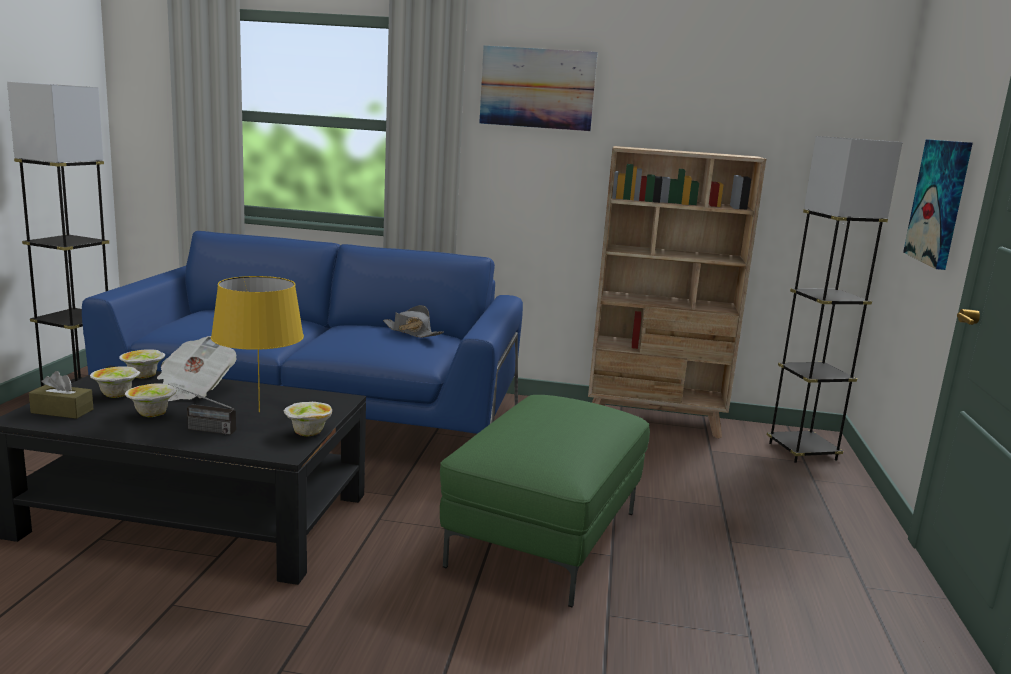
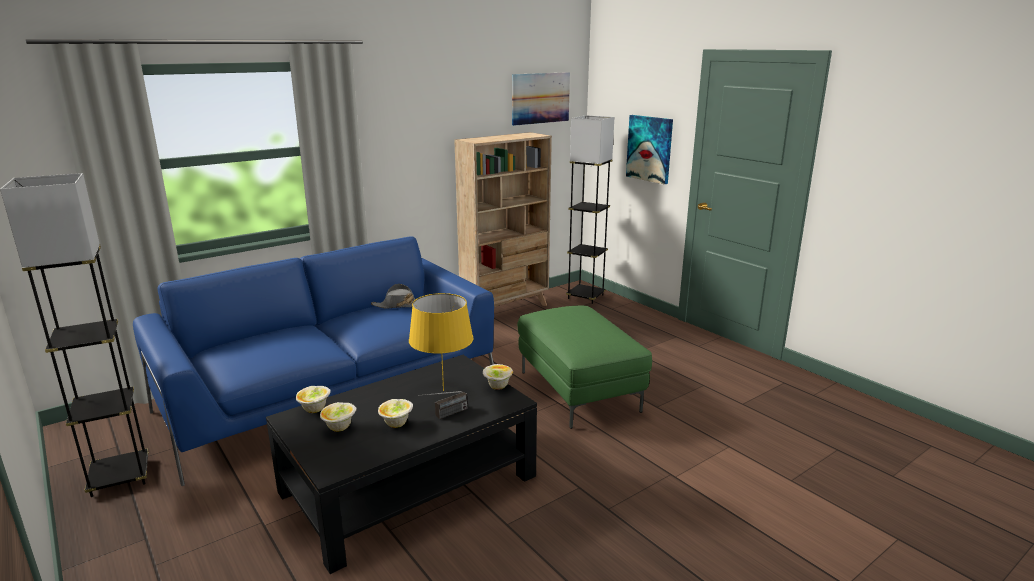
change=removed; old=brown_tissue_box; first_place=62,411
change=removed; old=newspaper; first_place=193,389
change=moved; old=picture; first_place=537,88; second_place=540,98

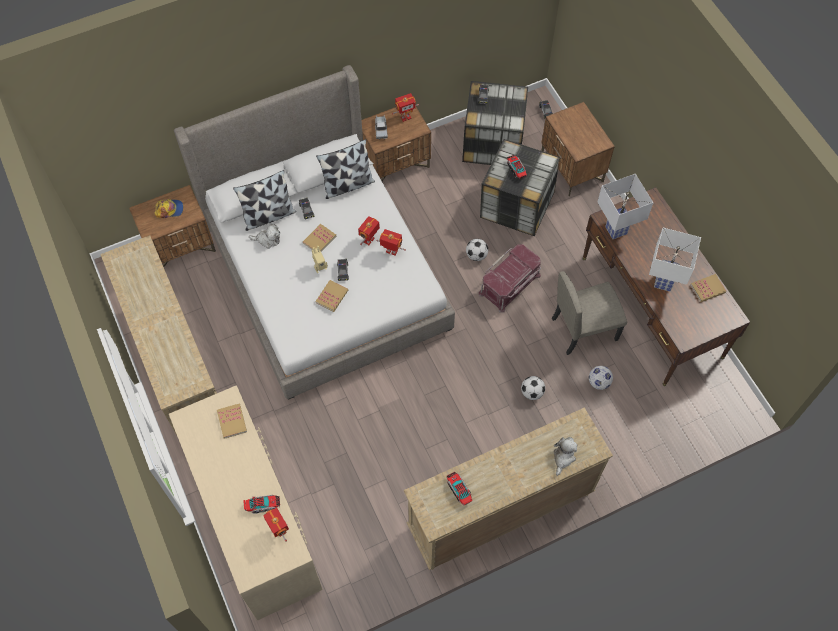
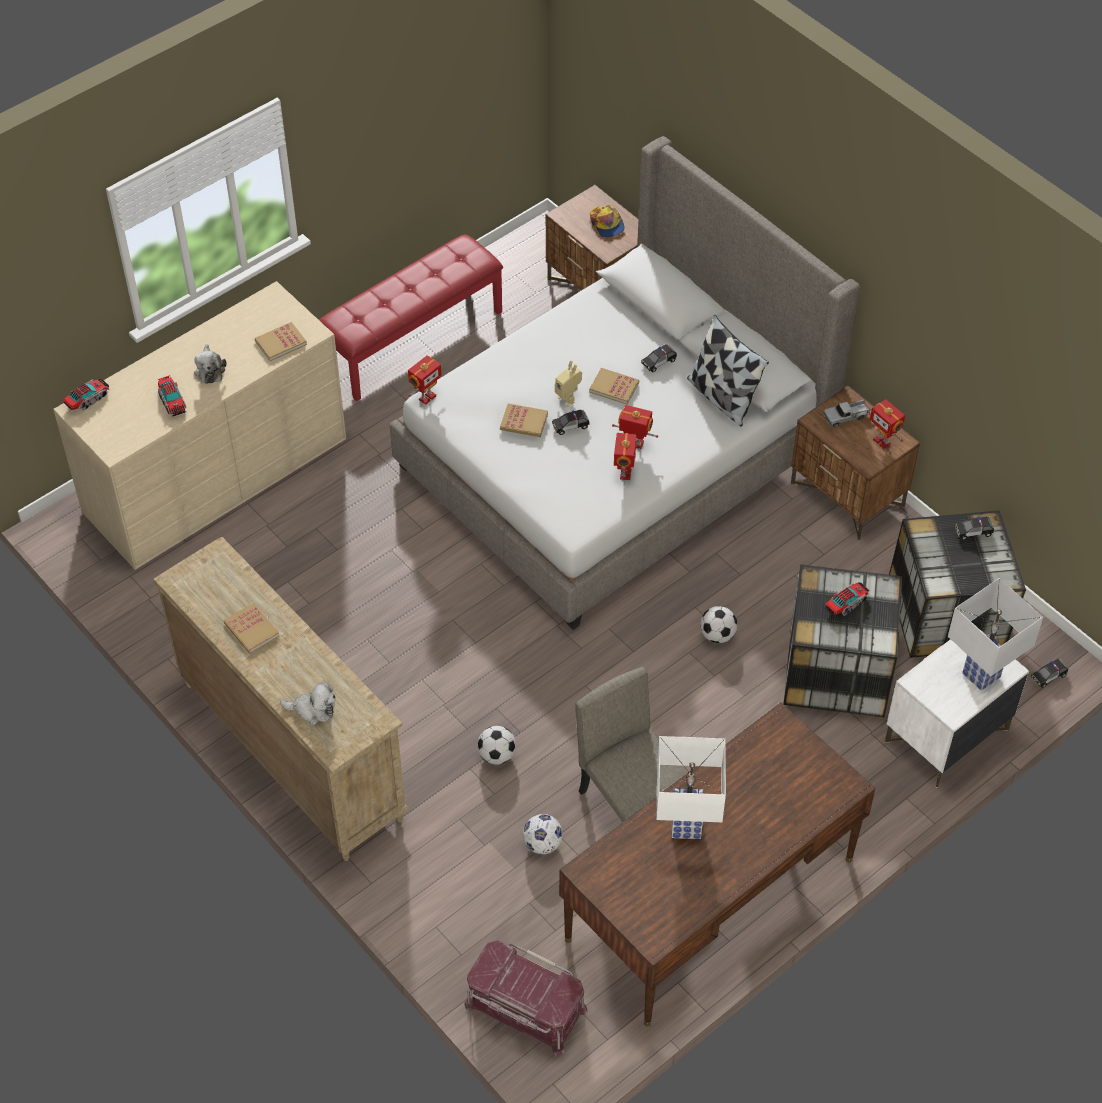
change=replaced; old=beige_dresser; new=red_bench; first_place=179,367; second_place=413,339
change=removed; old=pillow; first_place=268,216
change=moved; old=plush_toy; first_place=267,240; second_place=209,369
change=moved; old=toy_robot; first_place=279,530; second_place=426,397
change=moved; old=toy_truck; first_place=459,490; second_place=88,399
change=moved; old=red_storage_box; first_place=510,285; second_place=524,1008
change=recoloured; old=brown_nightstand; new=white_nightstand; first_place=572,168; second_place=946,736
change=moved; old=white_table_lamp; first_place=616,230; second_place=982,675
change=moved; old=book; first_place=707,288; second_place=251,629

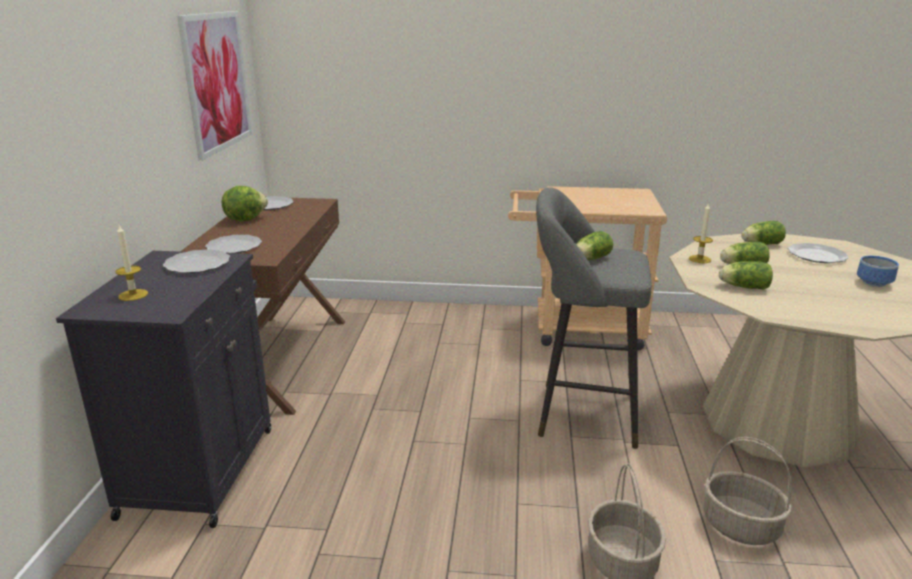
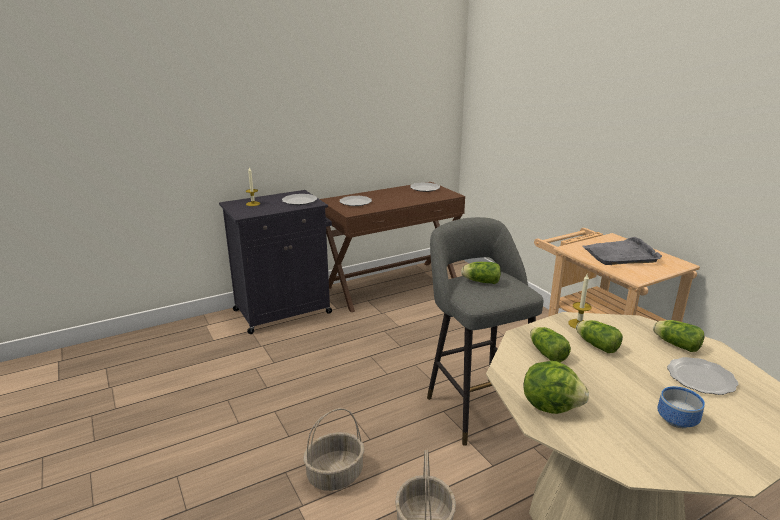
change=removed; old=picture; first_place=217,82
change=moved; old=lettuce; first_place=245,219; second_place=551,406
change=added; new=grey_tray; second_place=620,254

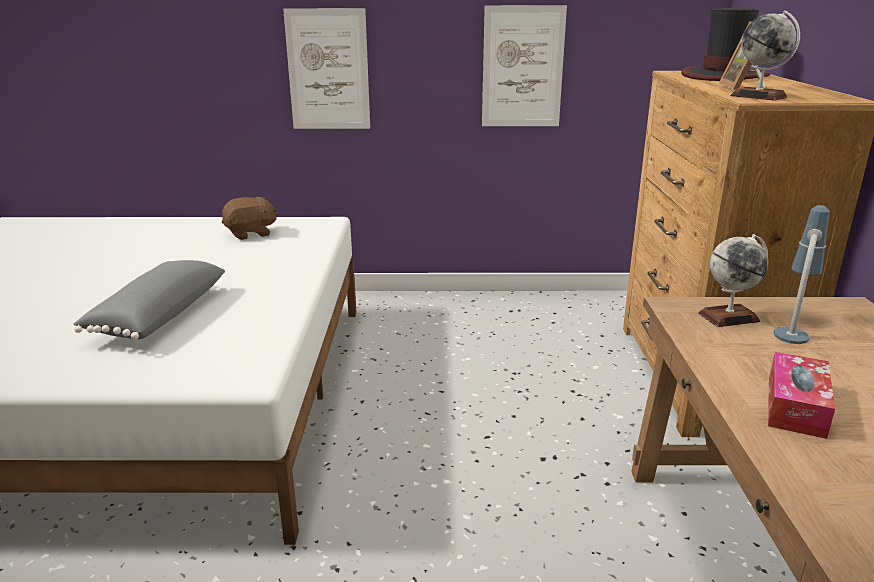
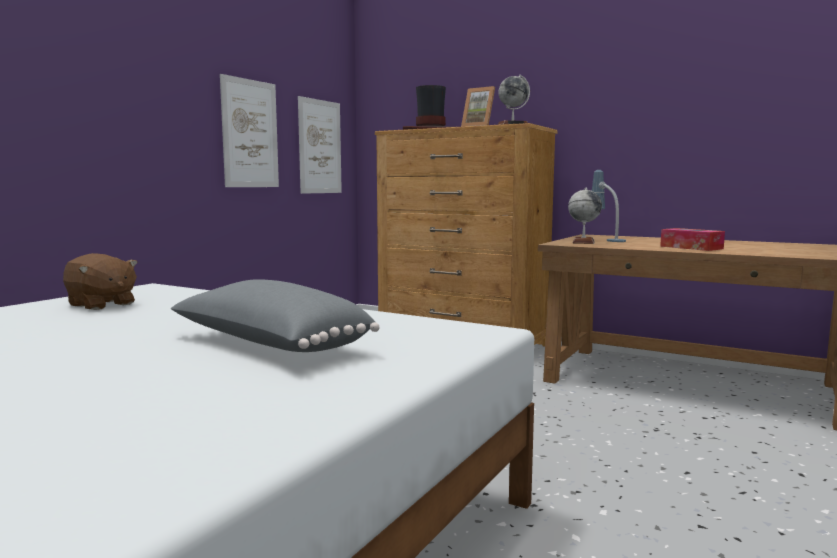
change=turned; old=brown_plush_toy; first_place=251,234; second_place=101,305; degrees=120
change=moved; old=picture; first_place=328,70; second_place=320,147

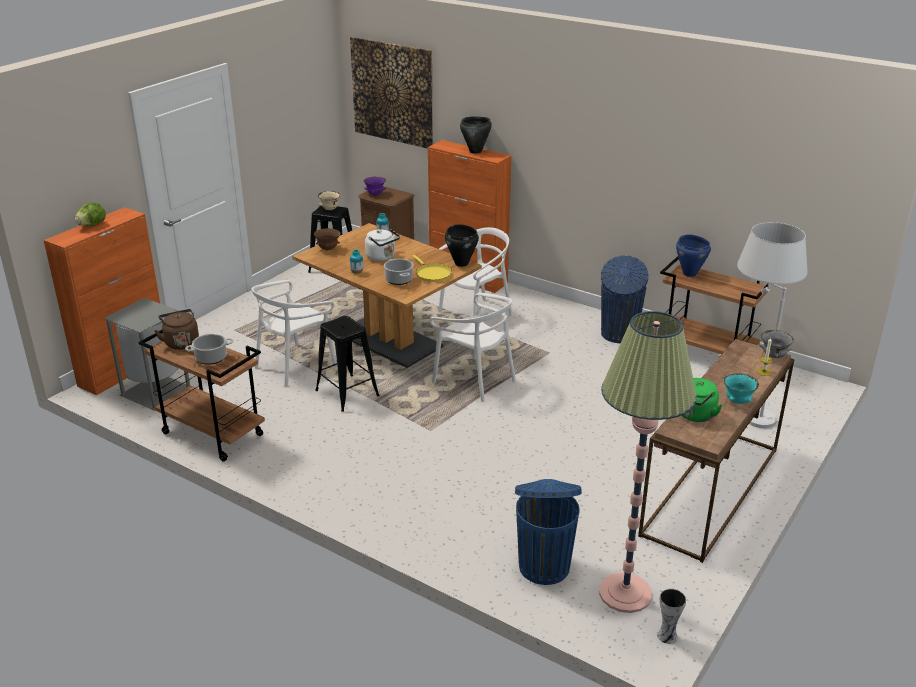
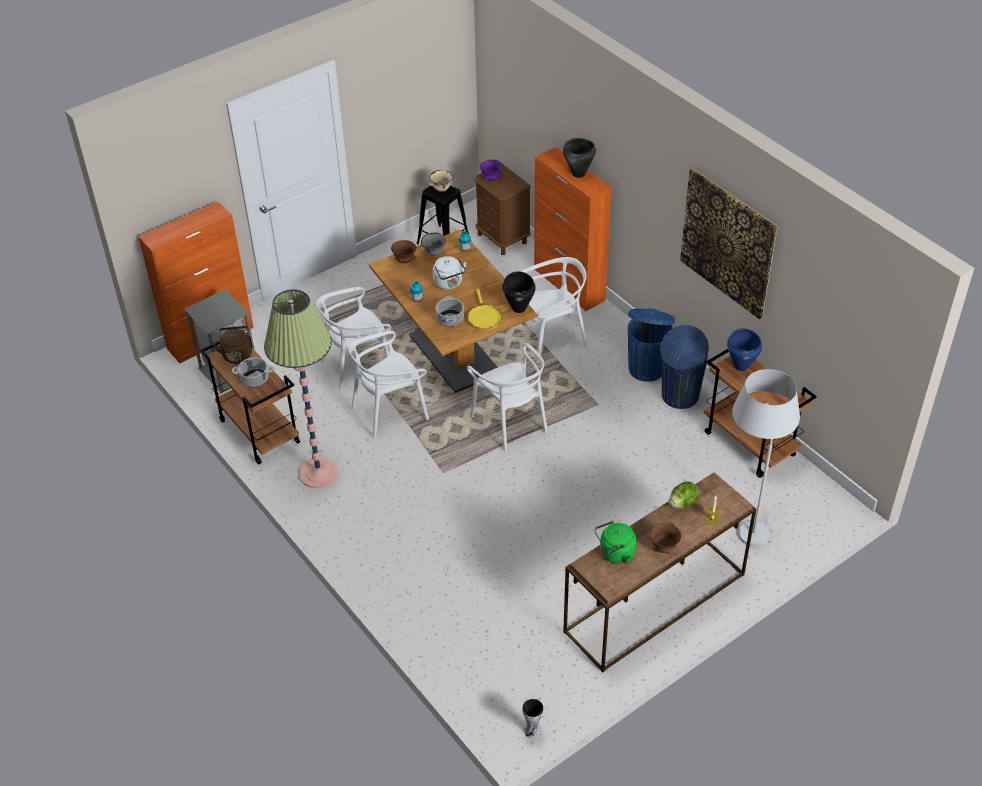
change=moved; old=lettuce; first_place=92,225; second_place=683,503
change=replaced; old=black_stool; new=white_chair; first_place=347,393; second_place=389,411
change=moved; old=picture; first_place=392,92; second_place=728,243
change=moved; old=blue_trash_can; first_place=544,565; second_place=647,367
change=moved; old=floor_lamp; first_place=625,593; second_place=318,473
change=recoloured; old=turquoise_bowl; new=brown_bowl; first_place=738,401; second_place=664,548
change=moved; old=grey_bowl; first_place=773,356; second_place=434,253

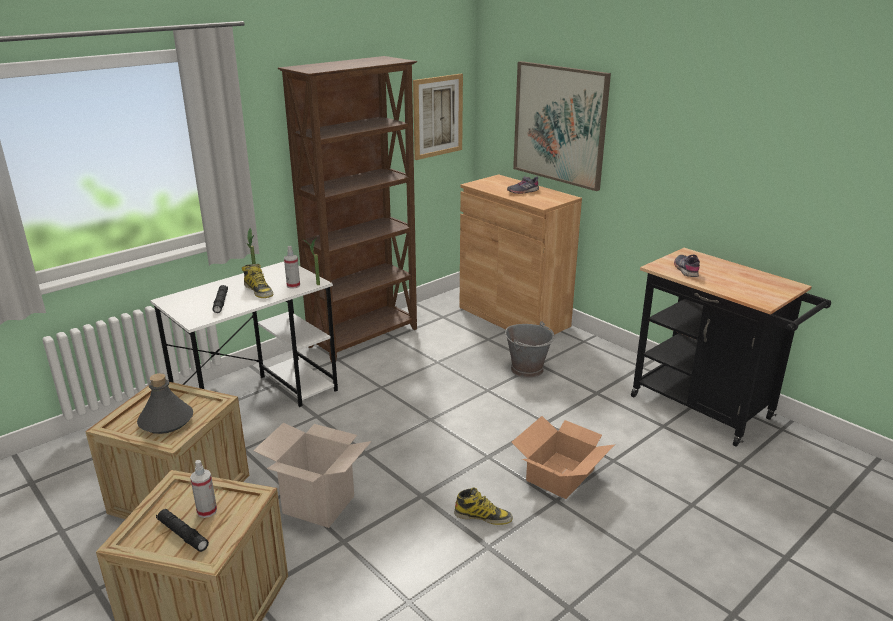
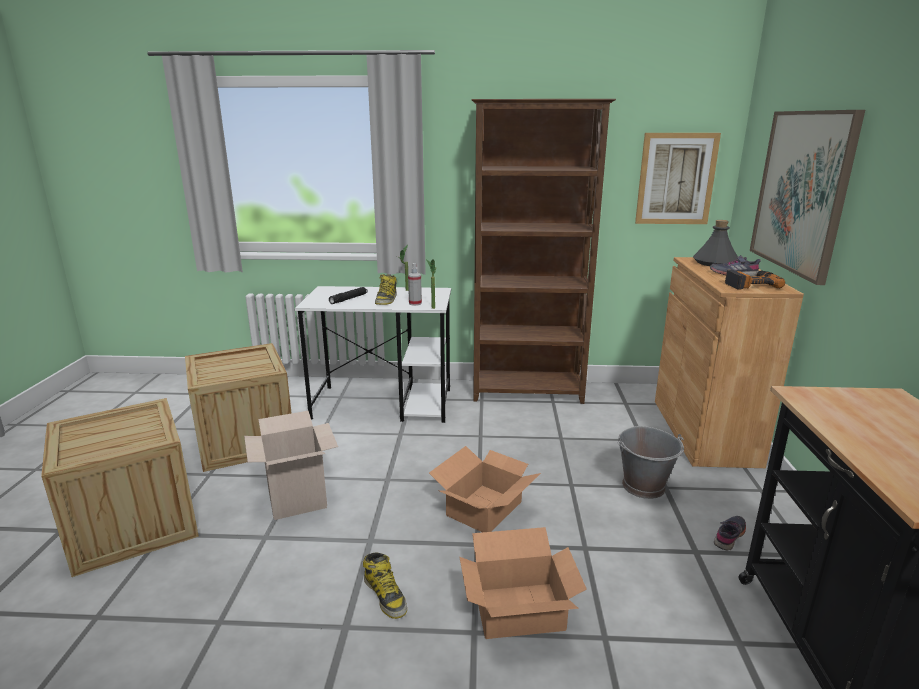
change=moved; old=grey_bottle; first_place=166,421; second_place=715,263
change=removed; old=black_flashlight; first_place=182,534
change=removed; old=spray_bottle; first_place=207,511
change=moved; old=grey_shoe; first_place=686,270; second_place=729,536
change=added; new=cardboard_box; second_place=485,508
change=added; new=power_drill; second_place=750,284

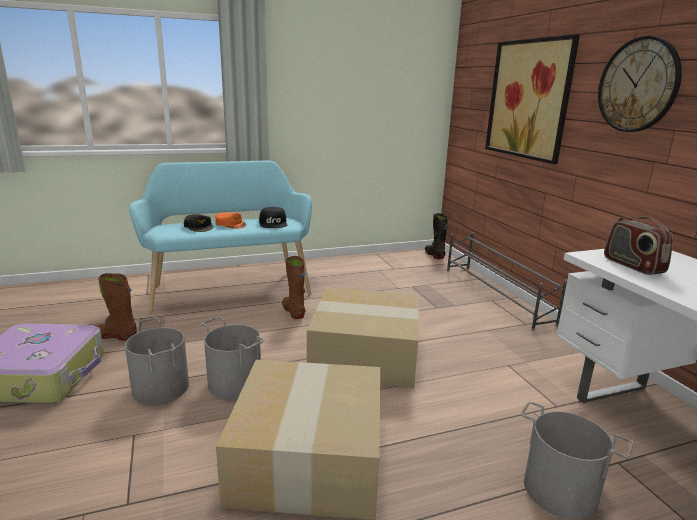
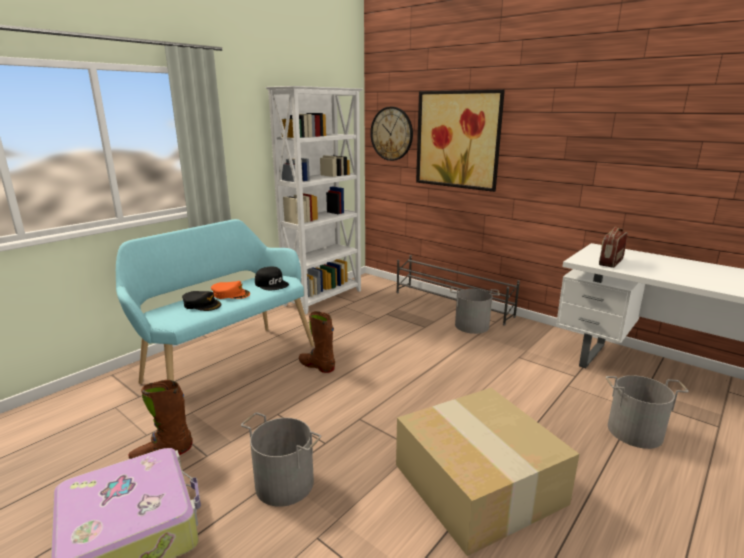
change=moved; old=grey_bucket; first_place=235,383; second_place=472,325
change=removed; old=cardboard_box; first_place=367,353
change=removed; old=black_boot; first_place=434,255
change=moved; old=wall_clock; first_place=638,85; second_place=391,134
change=turned; old=radio; first_place=632,266; second_place=610,262; degrees=90
change=added; new=white_bookcase; second_place=324,298

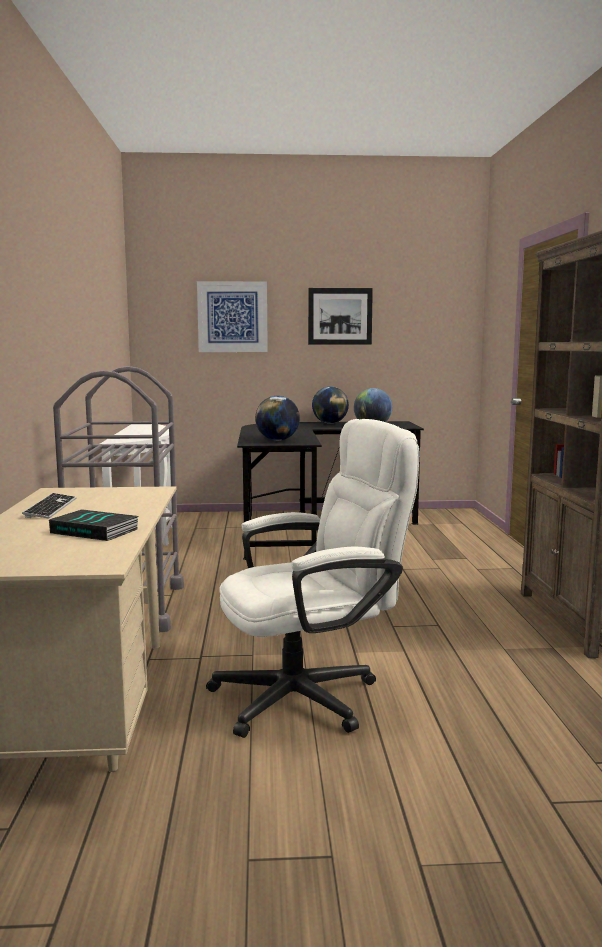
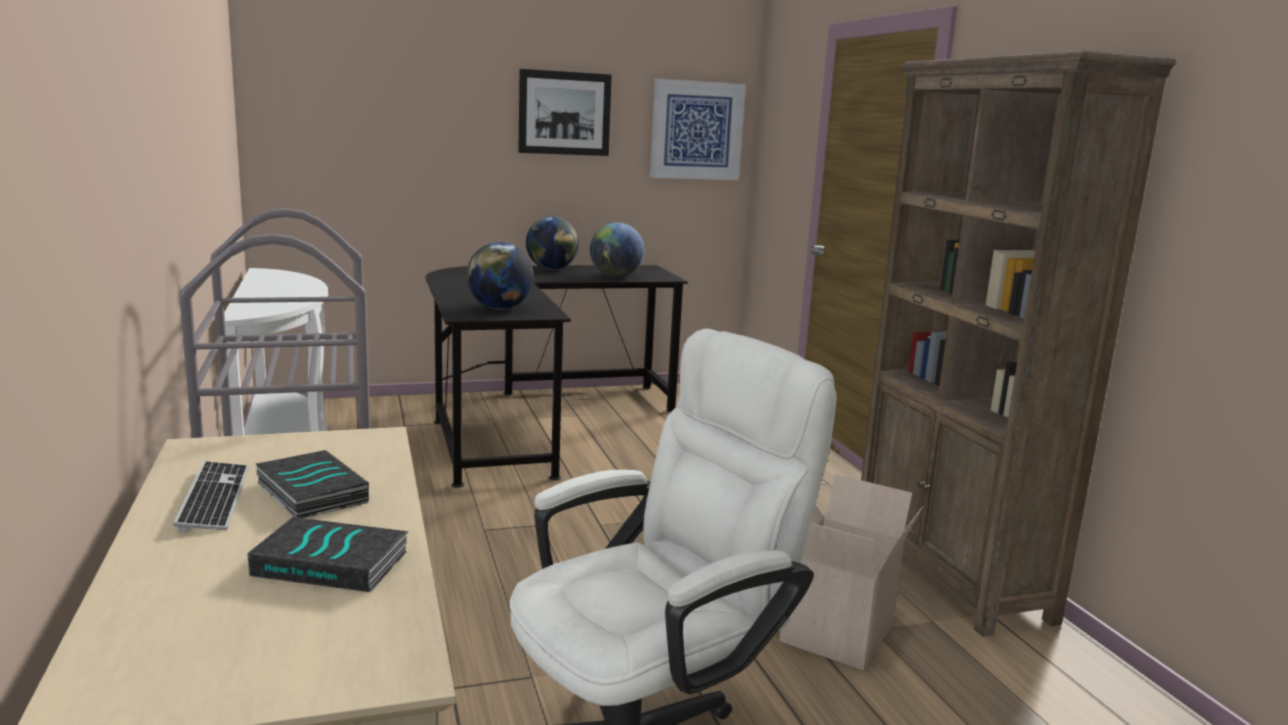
change=moved; old=picture; first_place=232,317; second_place=696,130
change=added; new=book; second_place=309,492
change=added; new=cardboard_box; second_place=834,630

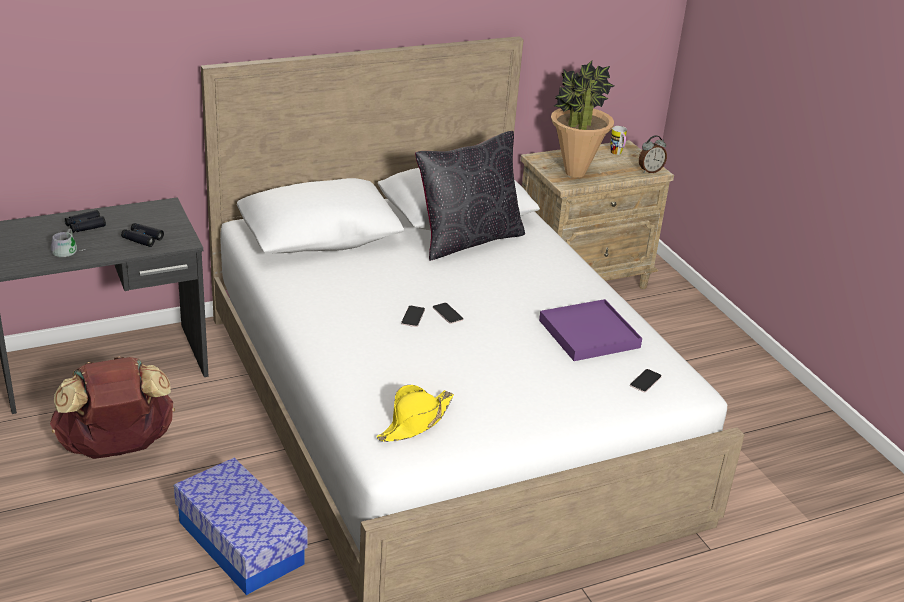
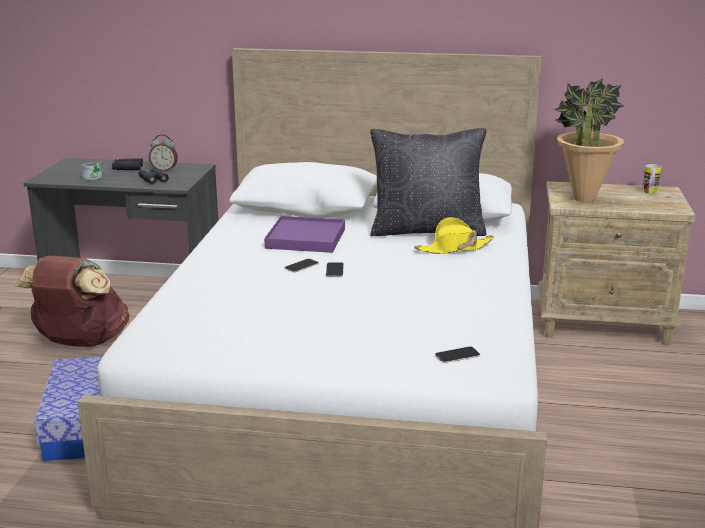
change=moved; old=yellow_hat; first_place=415,422; second_place=454,248
change=moved; old=purple_tray; first_place=589,334; second_place=305,238
change=moved; old=alarm_clock; first_place=650,171; second_place=164,170

